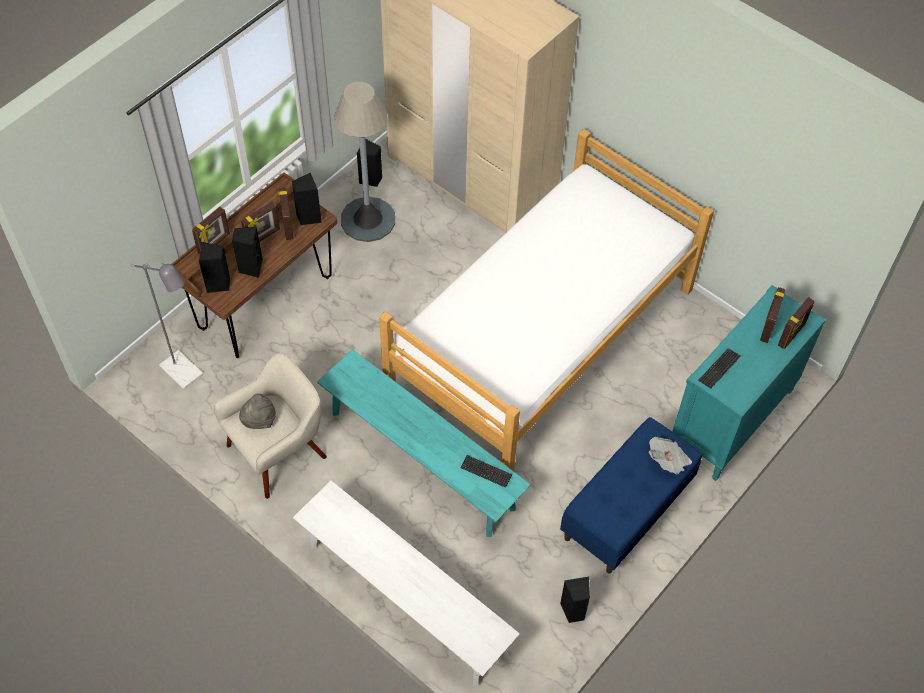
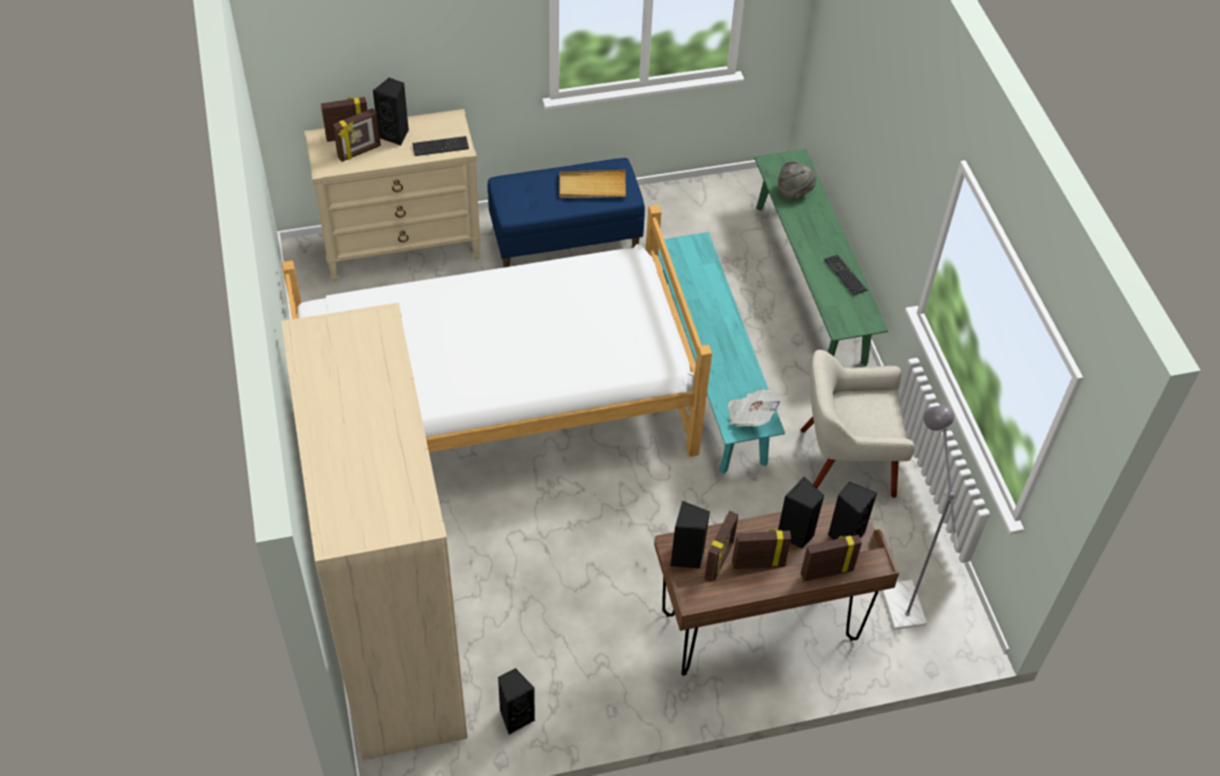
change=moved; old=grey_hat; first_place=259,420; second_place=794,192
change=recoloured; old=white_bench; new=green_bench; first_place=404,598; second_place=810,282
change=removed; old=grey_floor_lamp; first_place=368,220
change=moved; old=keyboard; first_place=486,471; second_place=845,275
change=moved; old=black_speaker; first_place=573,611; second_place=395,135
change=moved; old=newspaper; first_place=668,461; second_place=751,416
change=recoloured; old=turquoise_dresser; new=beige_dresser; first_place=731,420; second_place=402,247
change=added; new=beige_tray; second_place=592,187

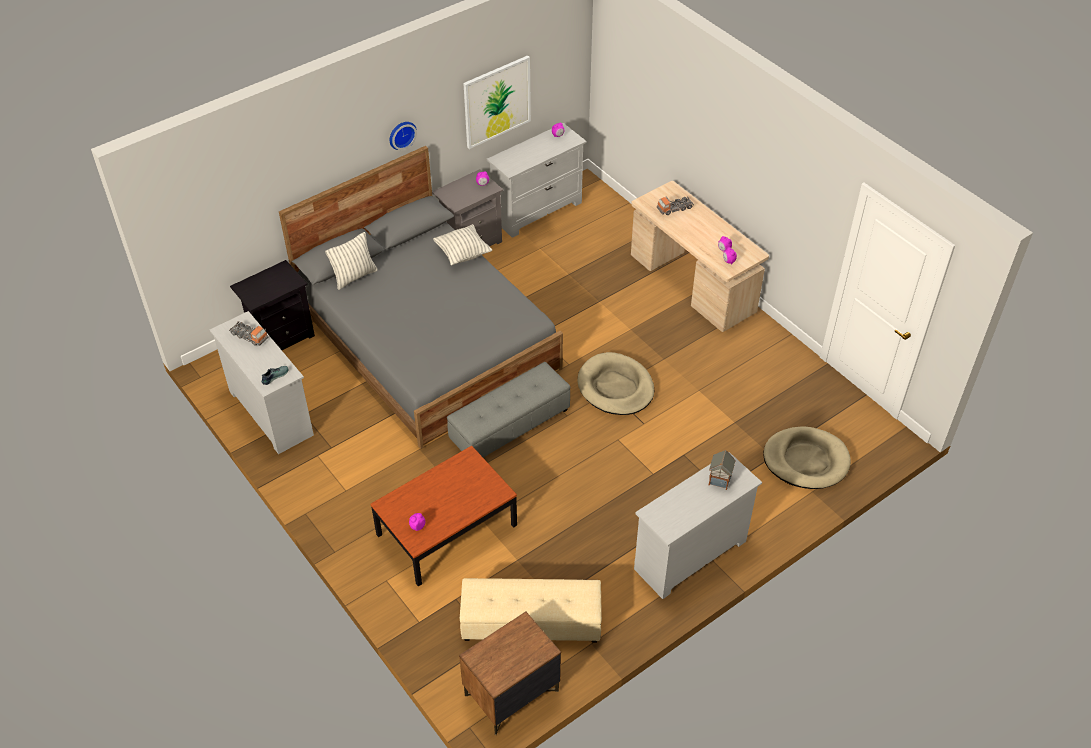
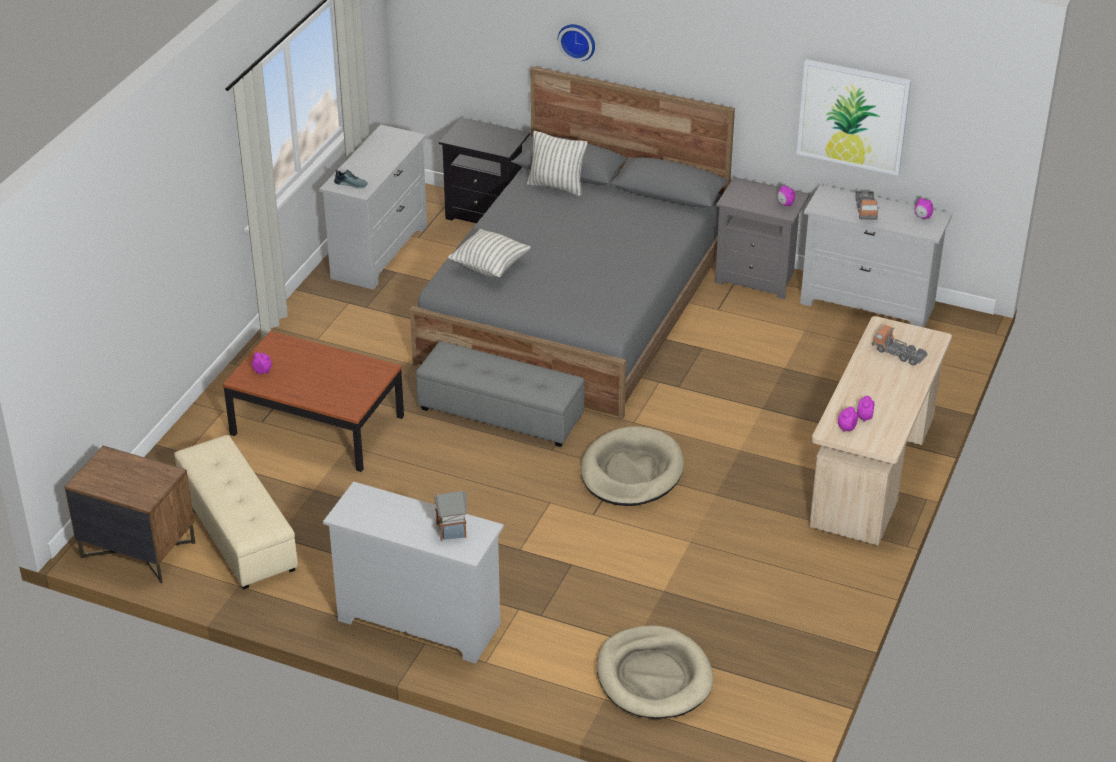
change=moved; old=toy_truck; first_place=249,336; second_place=866,210
change=moved; old=wall_clock; first_place=401,134; second_place=577,41
change=moved; old=pillow; first_place=463,254; second_place=489,267

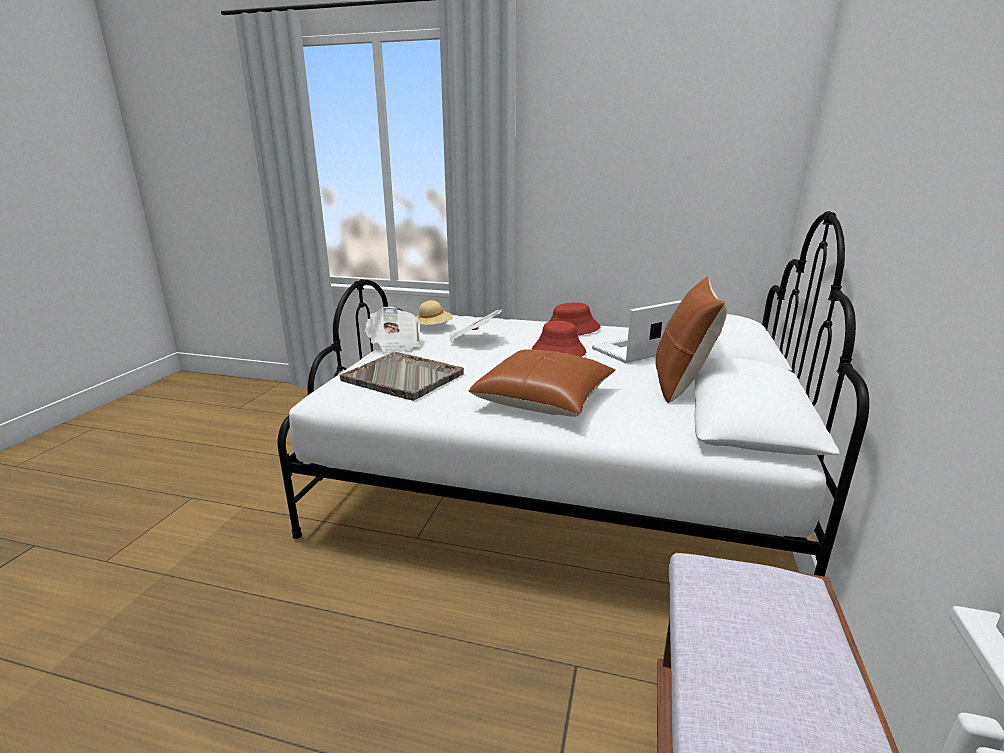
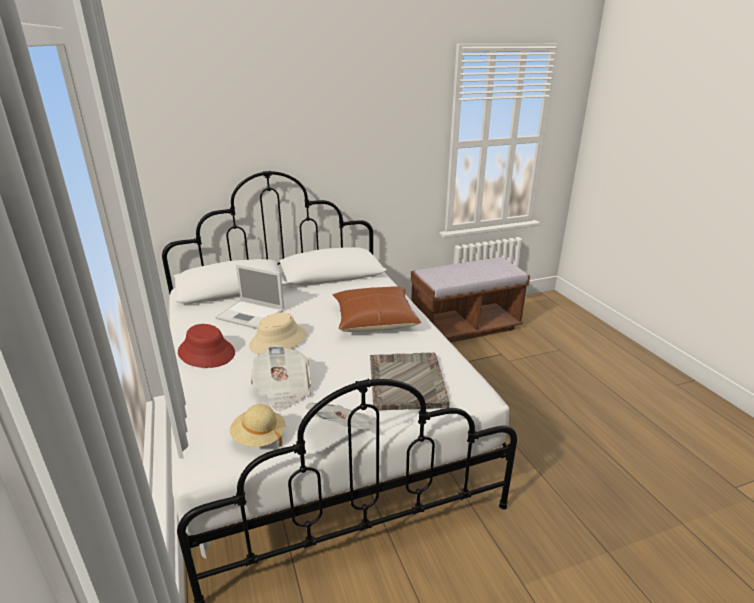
change=recoloured; old=red_hat; new=beige_hat; first_place=558,351; second_place=278,340
change=removed; old=brown_pillow; first_place=681,383

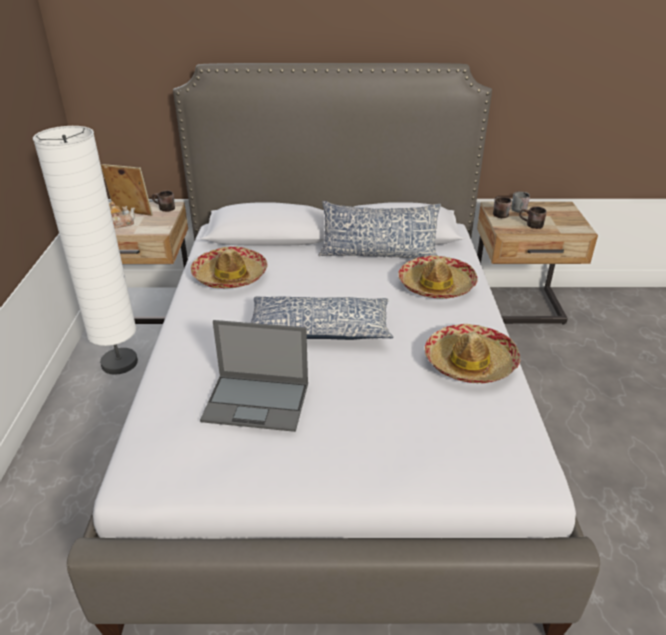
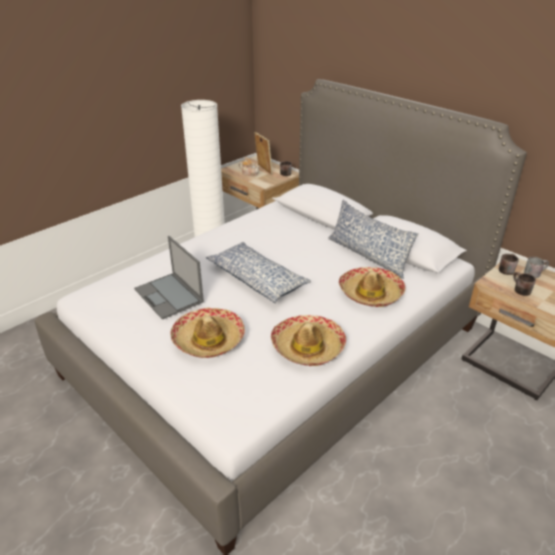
change=moved; old=hat; first_place=230,276; second_place=208,340

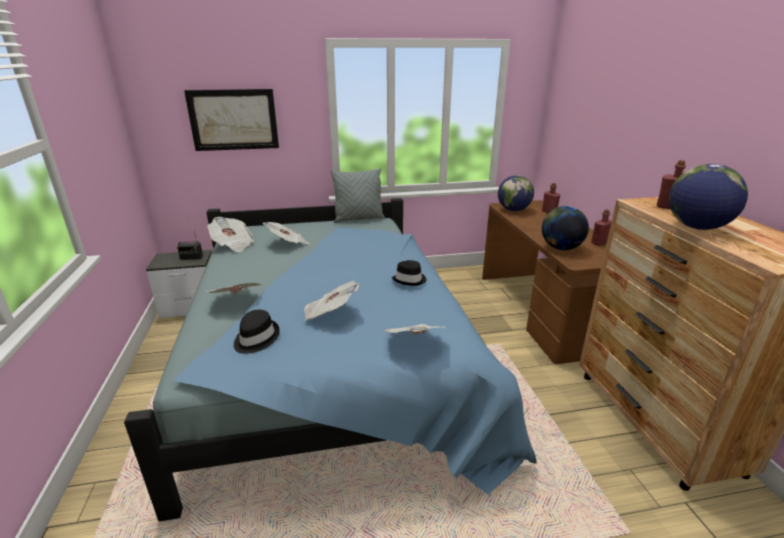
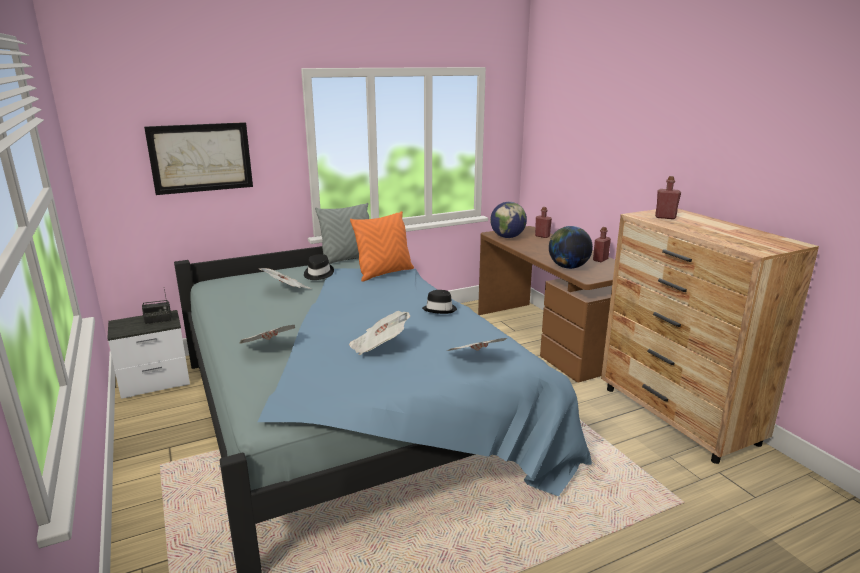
change=removed; old=newspaper; first_place=232,244
change=moved; old=black_hat; first_place=255,338; second_place=318,274
change=removed; old=globe; first_place=697,227
change=added; new=orange_pillow; second_place=384,273

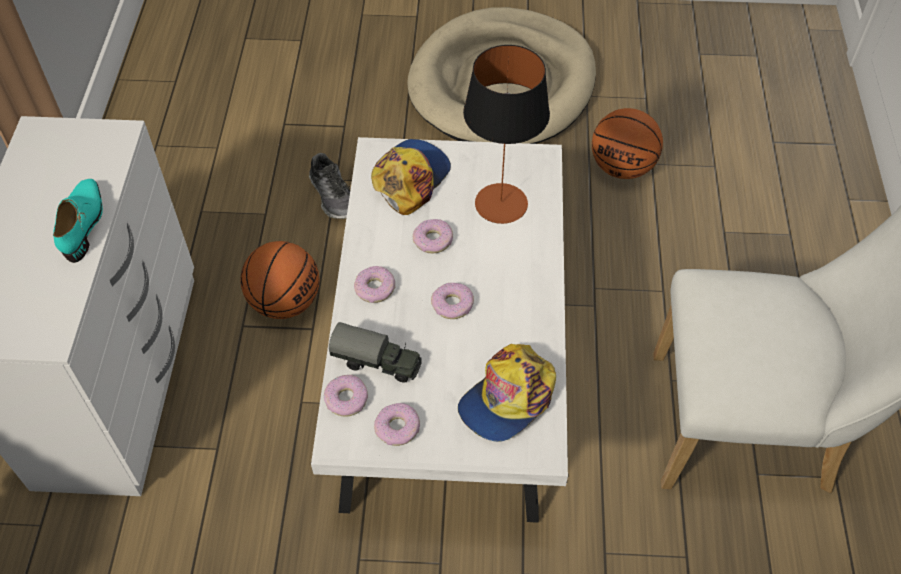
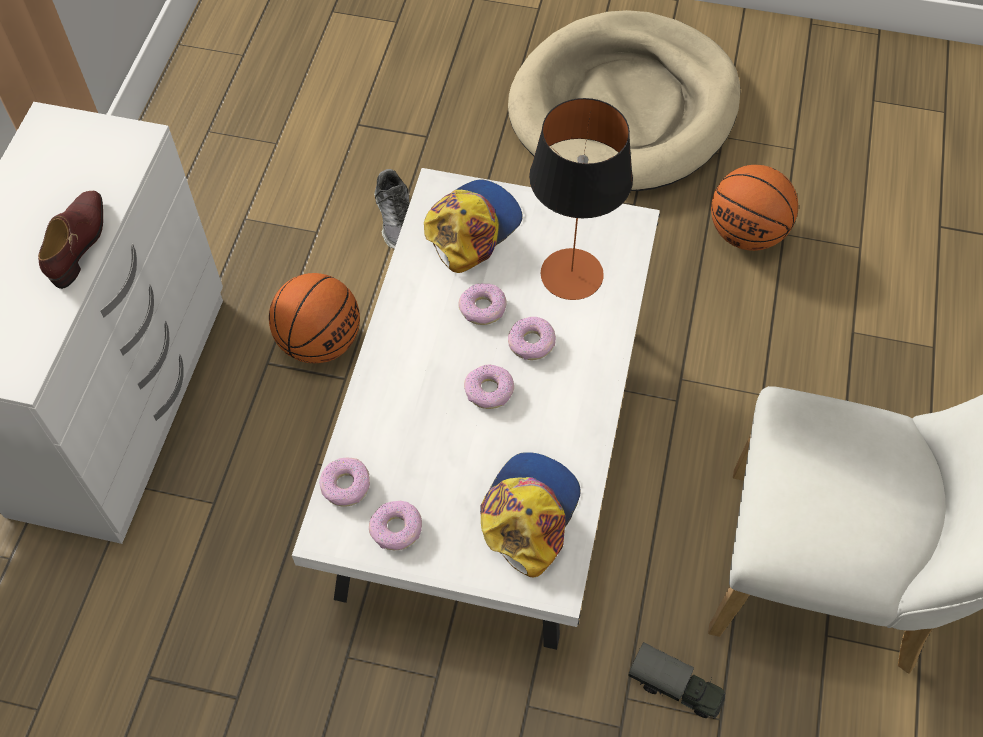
change=recoloured; old=turquoise_shoe; new=brown_shoe; first_place=84,223; second_place=79,243
change=moved; old=toy_truck; first_place=377,363; second_place=675,688
change=moved; old=donut; first_place=375,289; second_place=531,343
change=turned; old=cap; first_place=508,398; second_place=529,514; degrees=150

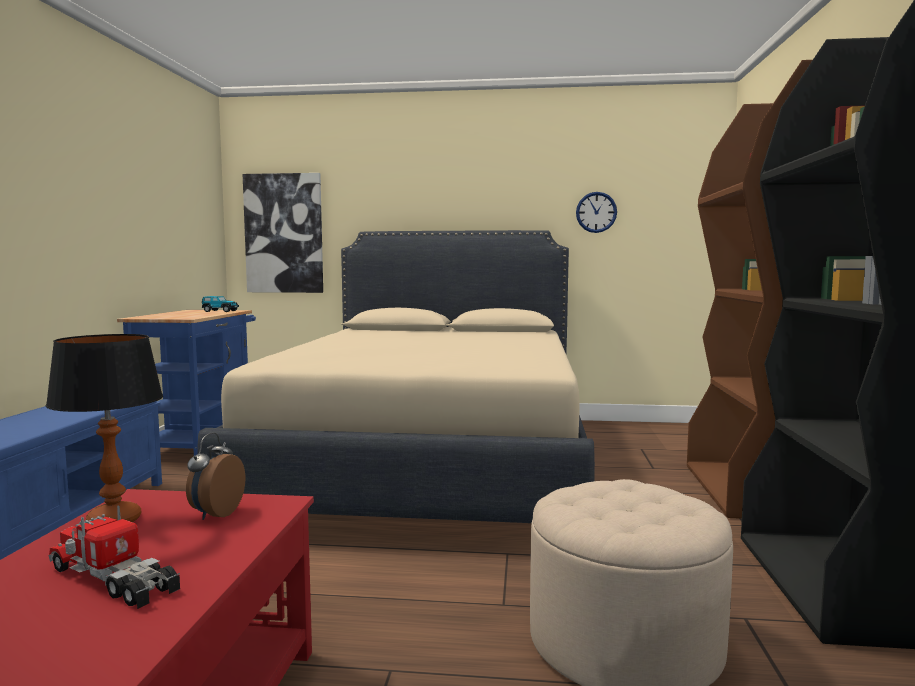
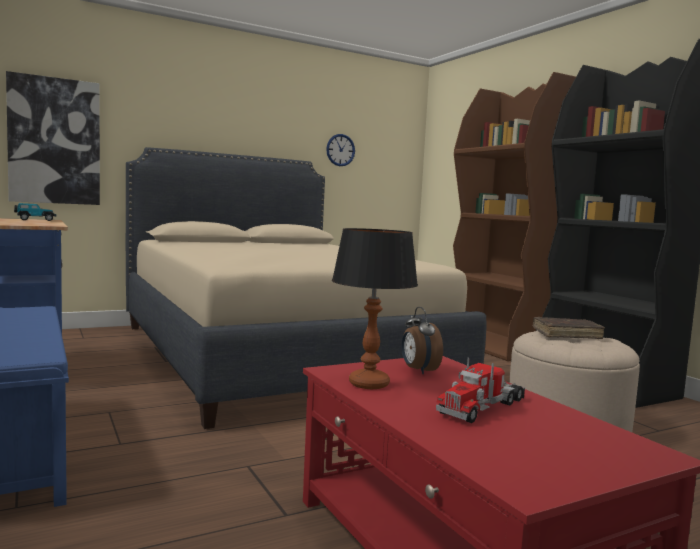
change=turned; old=toy_truck; first_place=114,579; second_place=482,407; degrees=-45
change=added; new=brown_book; second_place=566,334

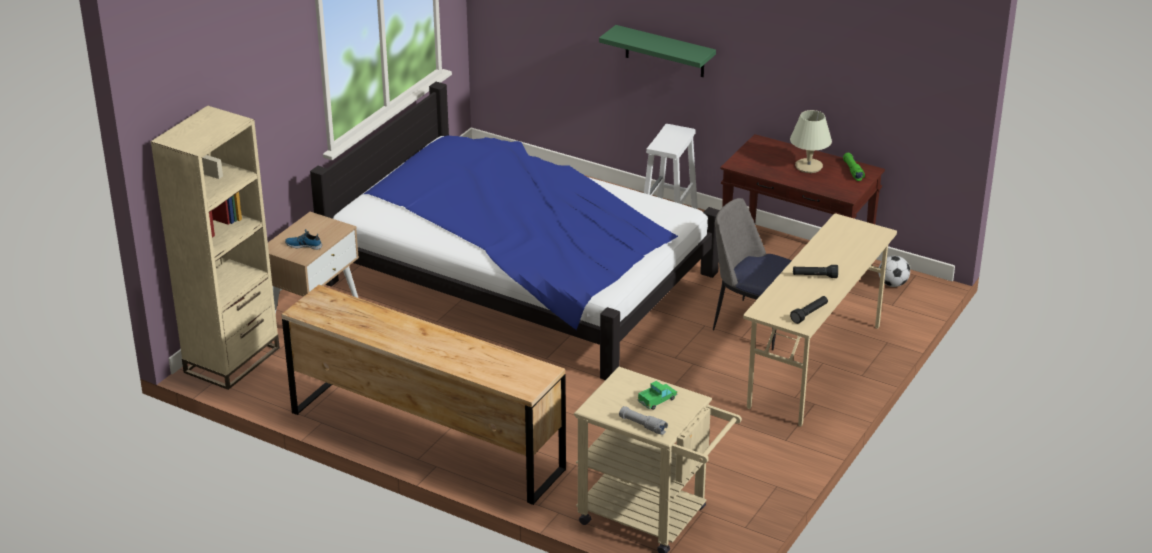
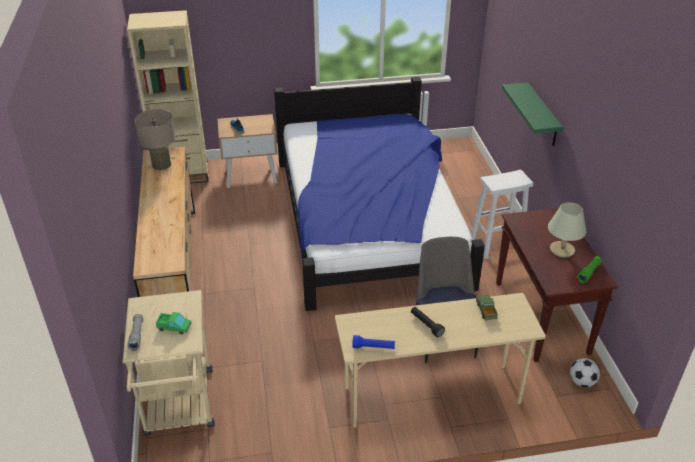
change=recoloured; old=black_flashlight; new=blue_flashlight; first_place=809,314; second_place=373,347
change=added; new=beige_table_lamp; second_place=161,164
change=added; new=toy_truck; second_place=486,311

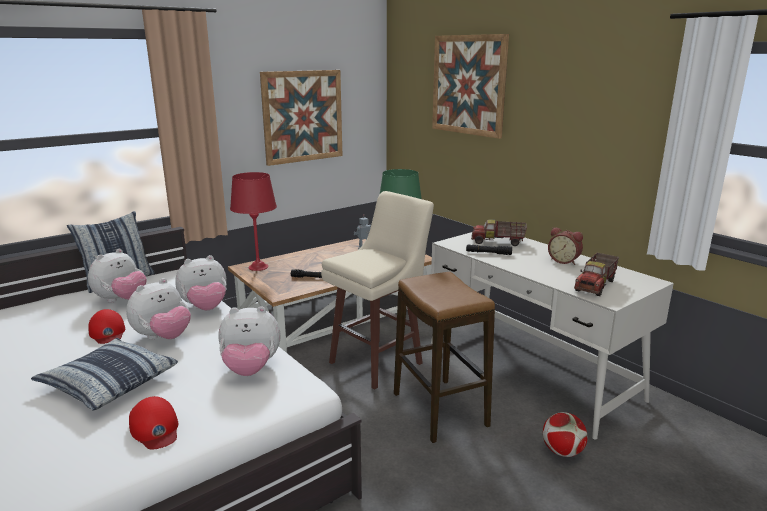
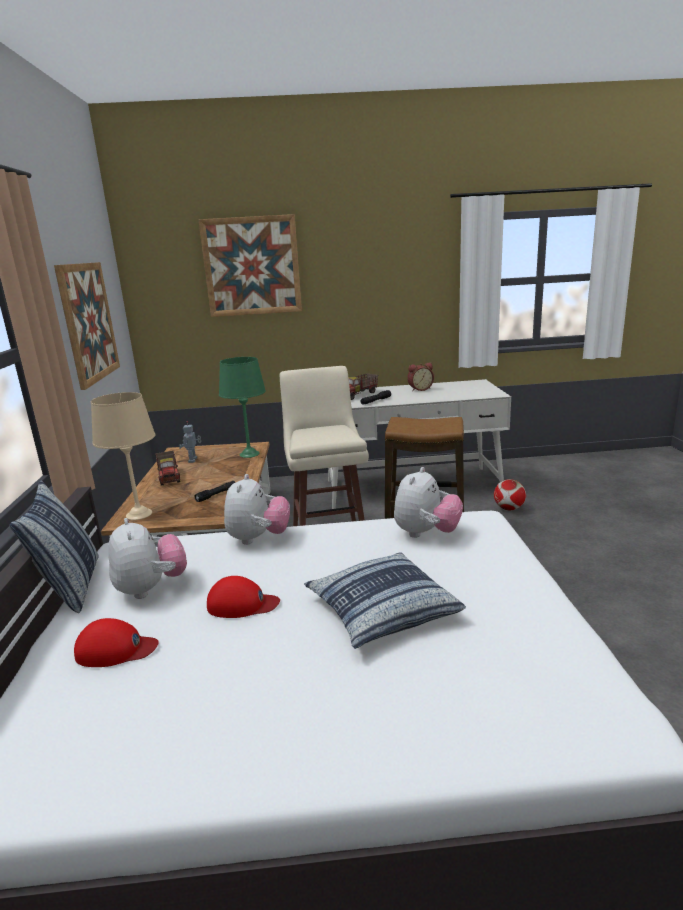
change=removed; old=plush_toy; first_place=163,337
change=moved; old=red_cap; first_place=155,428; second_place=116,649
change=recoloured; old=red_table_lamp; new=beige_table_lamp; first_place=258,267; second_place=138,514
change=moved; old=toy_truck; first_place=596,285; second_place=169,477

